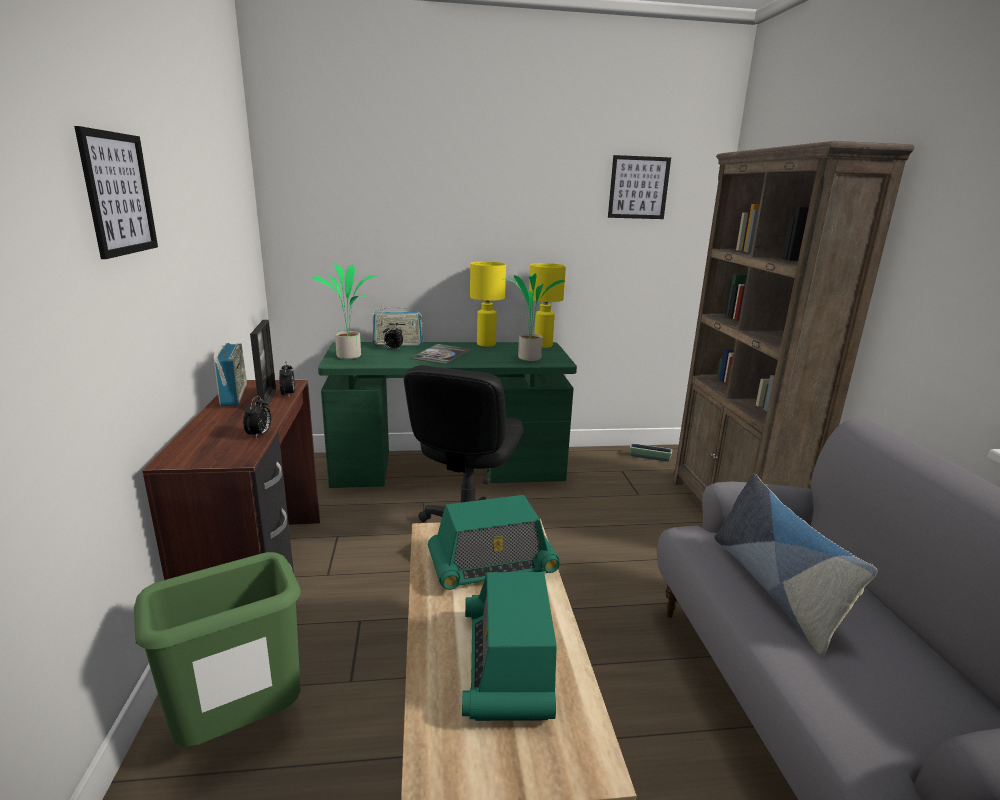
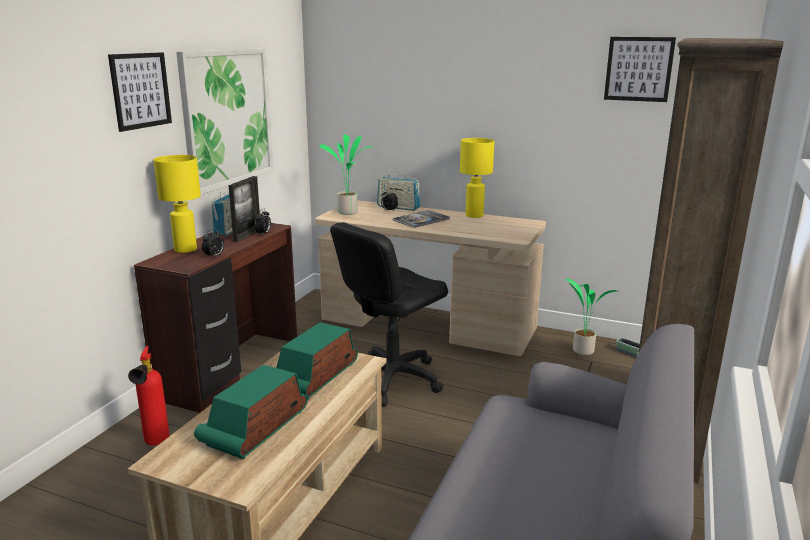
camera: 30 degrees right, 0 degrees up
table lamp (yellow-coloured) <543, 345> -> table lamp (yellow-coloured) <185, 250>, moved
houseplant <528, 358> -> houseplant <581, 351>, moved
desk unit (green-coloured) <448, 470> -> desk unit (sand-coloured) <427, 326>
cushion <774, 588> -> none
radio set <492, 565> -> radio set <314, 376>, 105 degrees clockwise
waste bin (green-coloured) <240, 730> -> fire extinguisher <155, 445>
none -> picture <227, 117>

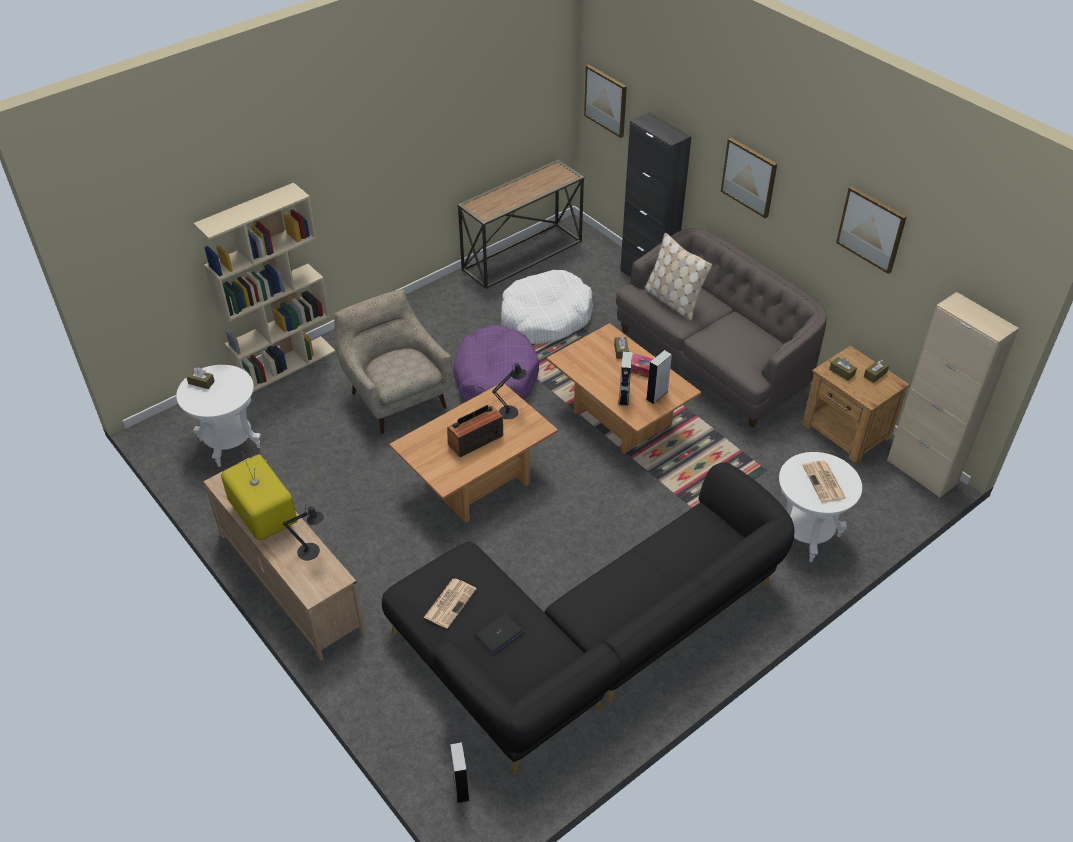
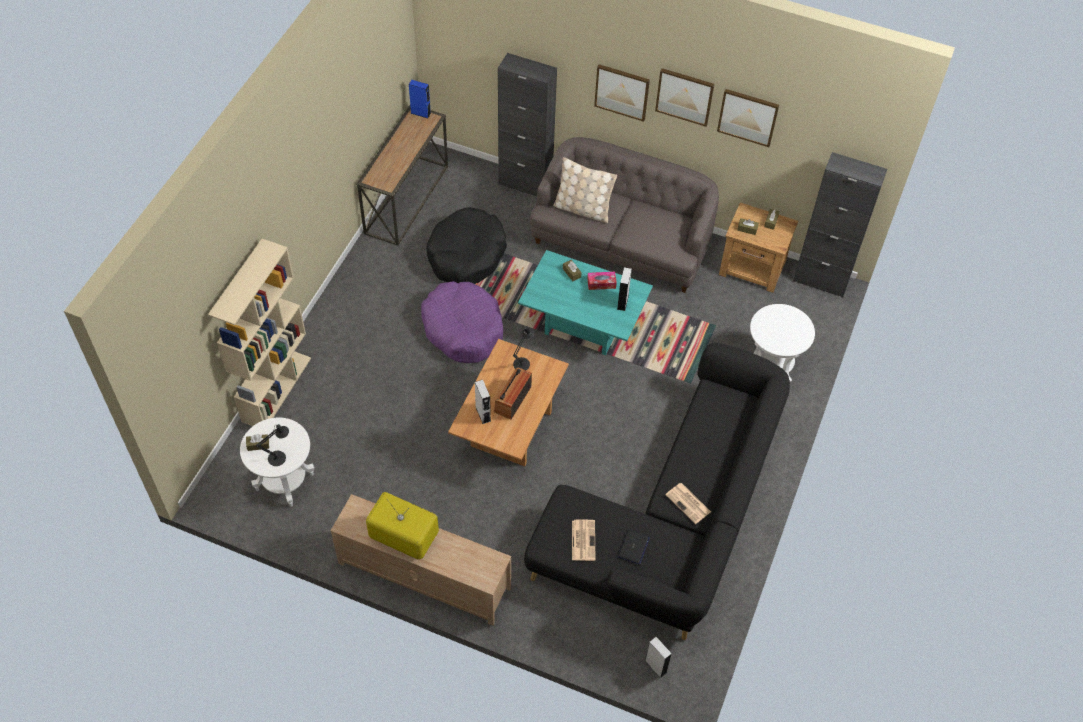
camera: 30 degrees left, 10 degrees up
picture <606, 100> -> picture <684, 96>, moved
pet bed (white) <545, 318> -> pet bed (black) <466, 255>
lounge chair (sand-coloured) <397, 397> -> none
storage cabinet (sand-coloured) <921, 472> -> storage cabinet (black) <820, 281>
lounge table (brown) <619, 418> -> lounge table (turquoise-coloured) <583, 325>
audio speaker (greyish) <624, 397> -> audio speaker (greyish) <483, 414>, moved
printed paper <824, 482> -> printed paper <688, 503>, moved
table lamp (black) <312, 551> -> table lamp (black) <279, 457>, moved
none -> audio speaker (blue-coloured) <420, 113>

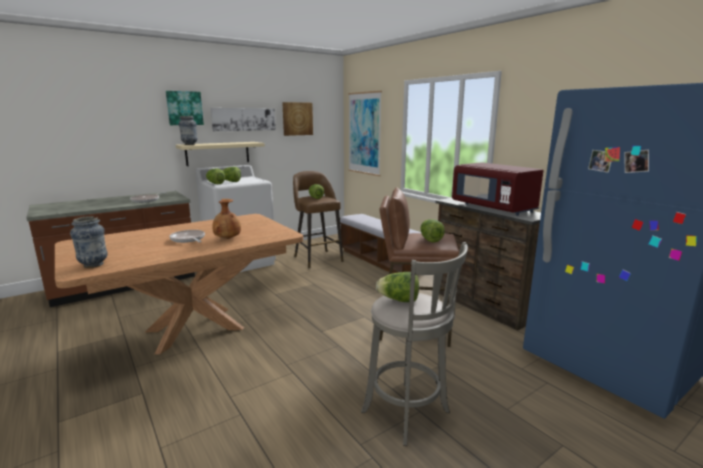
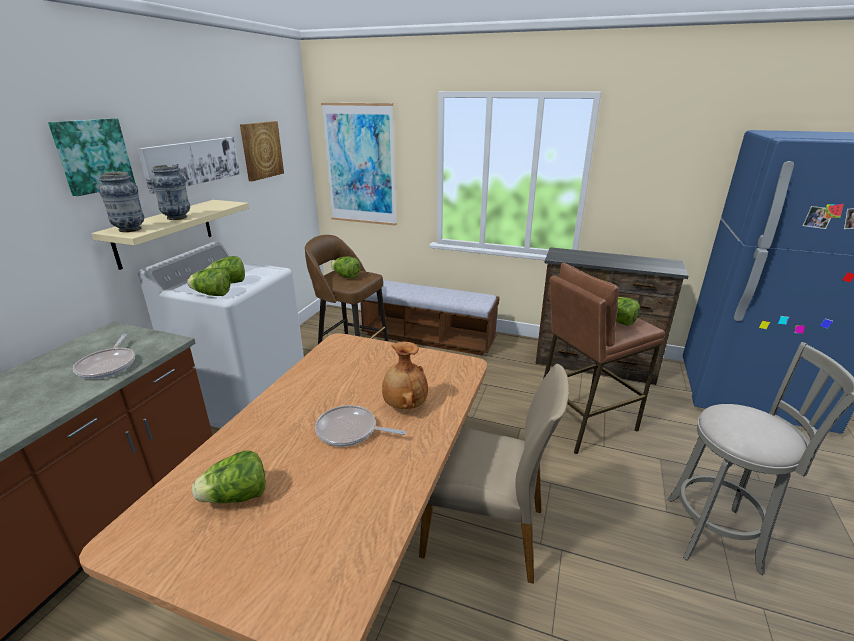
camera: 35 degrees left, 10 degrees up
microwave oven (red) <493, 208> -> none
vase <93, 265> -> vase <177, 217>, moved
lettuce <399, 300> -> lettuce <237, 497>, moved
none -> chair (sand-coloured) <485, 530>

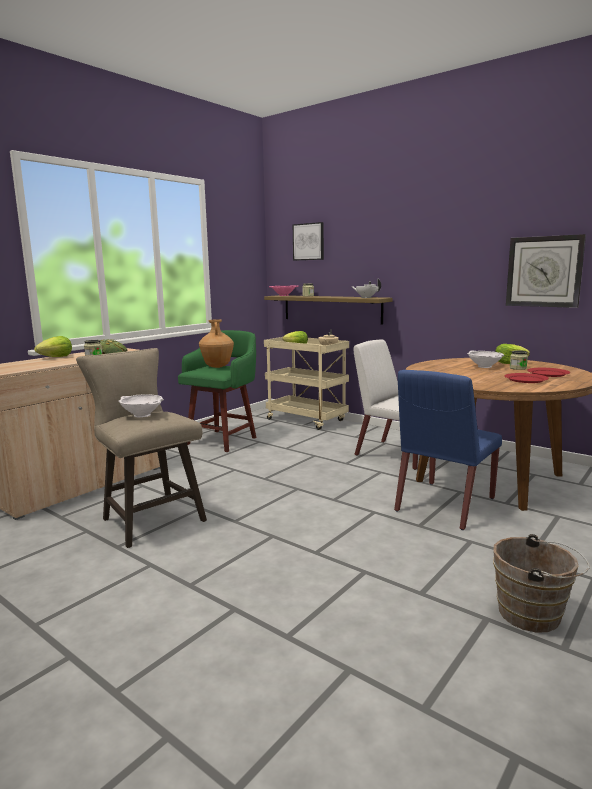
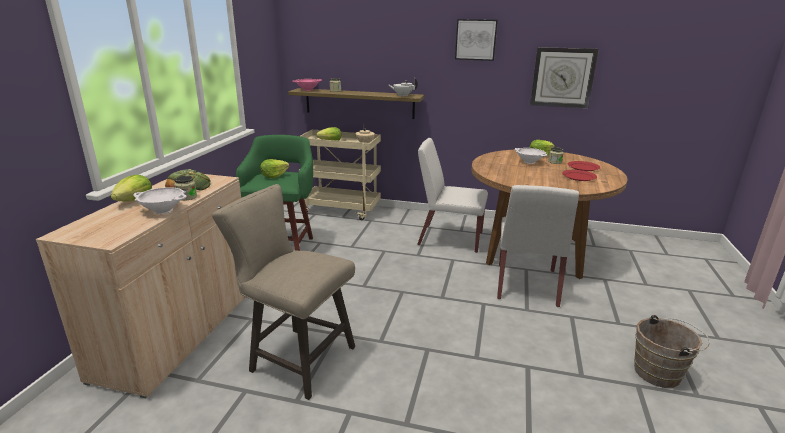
camera: 25 degrees left, 10 degrees up
picture <308, 241> -> picture <475, 39>, moved
vase (brown) <217, 366> -> lettuce <274, 176>
chair (blue-coloured) <444, 505> -> chair (white) <527, 285>
bowl (white) <142, 415> -> bowl (white) <163, 211>, moved

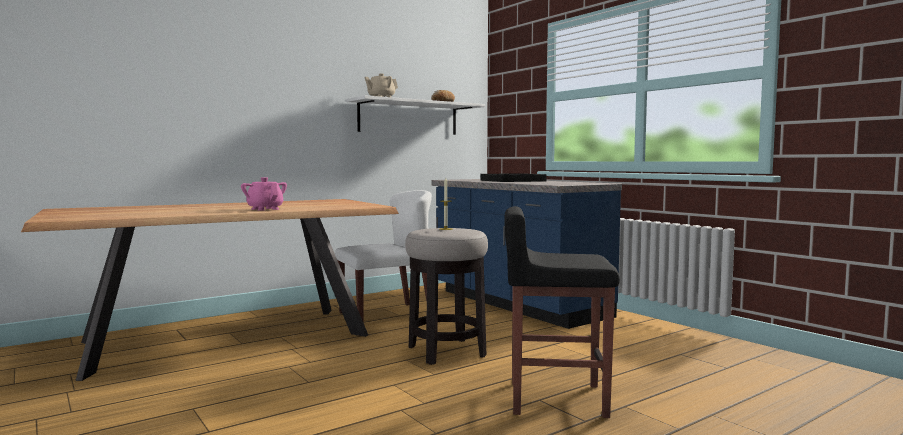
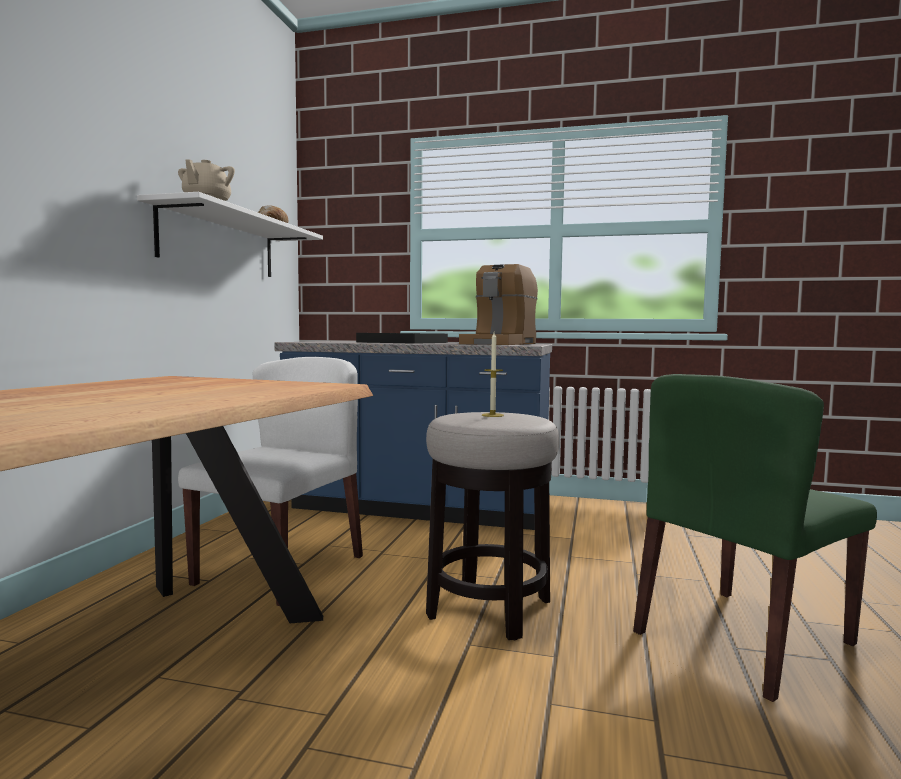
camera: 40 degrees left, 0 degrees up
teapot (pink-coloured) <265, 209> -> none
sitting stool (black) <555, 399> -> chair (green-coloured) <743, 638>
none -> coffee maker <500, 344>

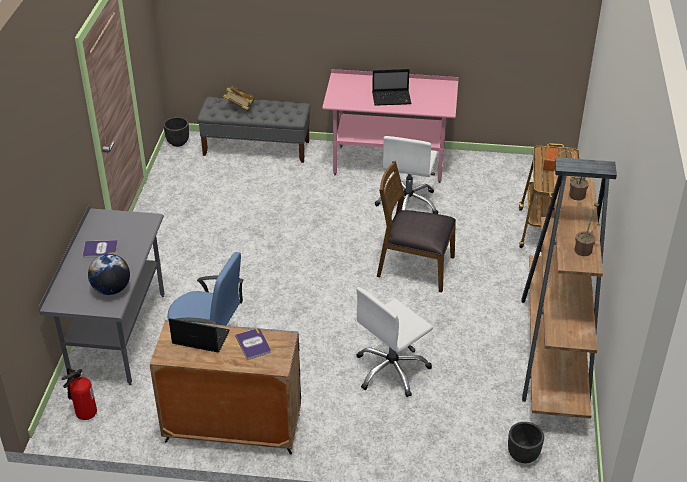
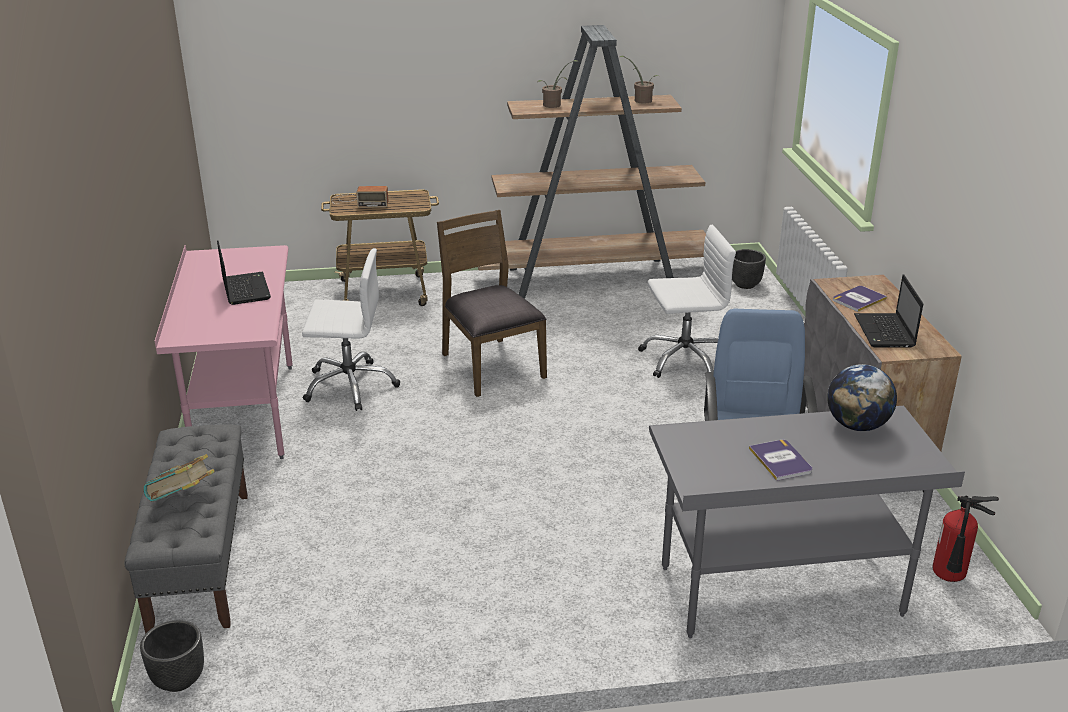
camera: 105 degrees left, 10 degrees down
chair (brown) <414, 267> -> chair (brown) <491, 366>, 150 degrees clockwise
office chair (white) <392, 370> -> office chair (white) <684, 359>, 45 degrees counterclockwise

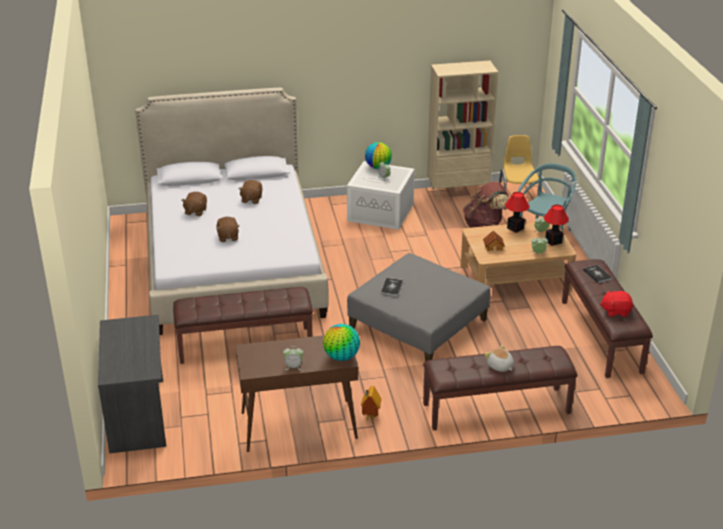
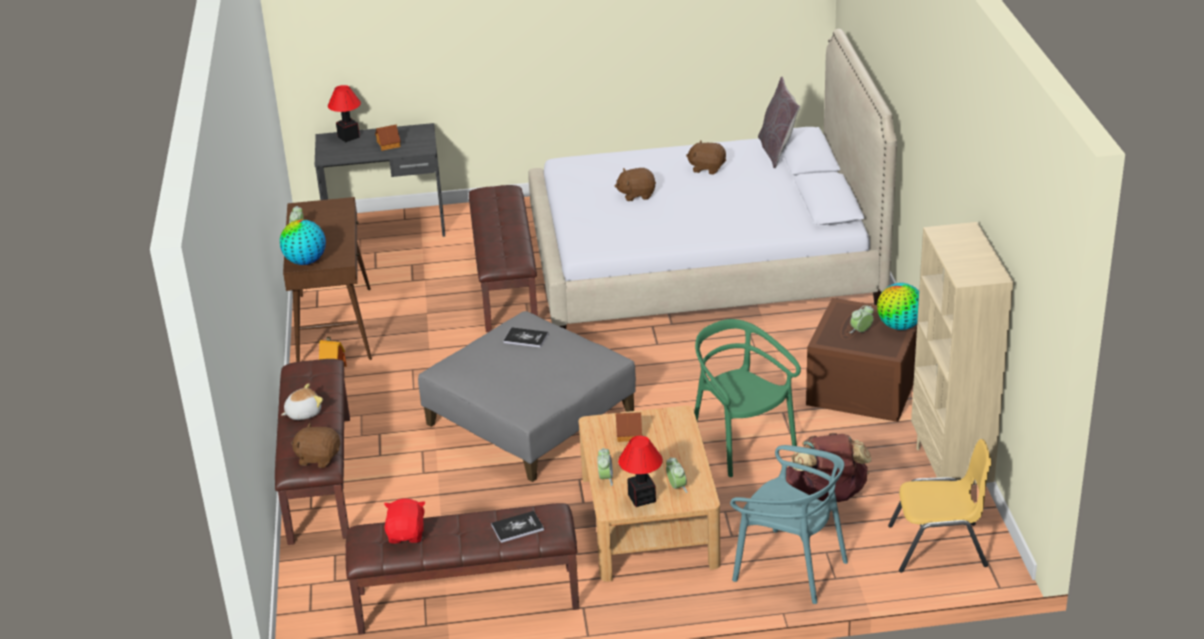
camera: 95 degrees right, 0 degrees up
storage bin (white) <381, 212> -> storage bin (brown) <864, 388>
soft toy (brown) <251, 199> -> soft toy (brown) <318, 458>, moved
table lamp <515, 228> -> table lamp <349, 137>, moved
none -> cushion (greyish) <778, 151>
none -> model house <389, 144>
none -> chair (green-coloured) <741, 443>

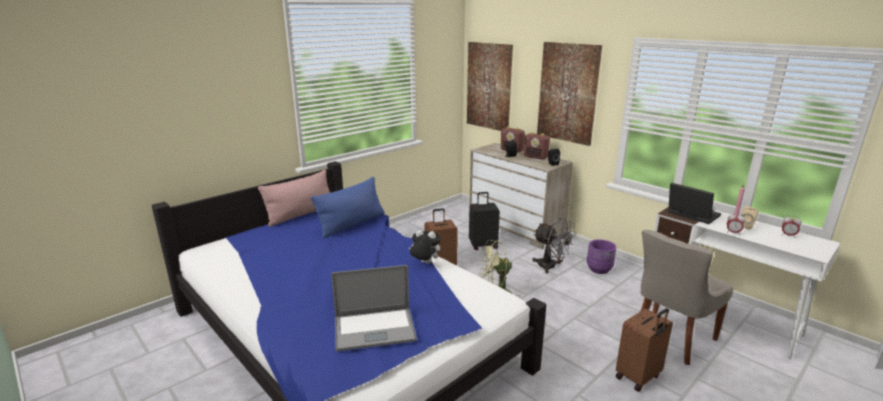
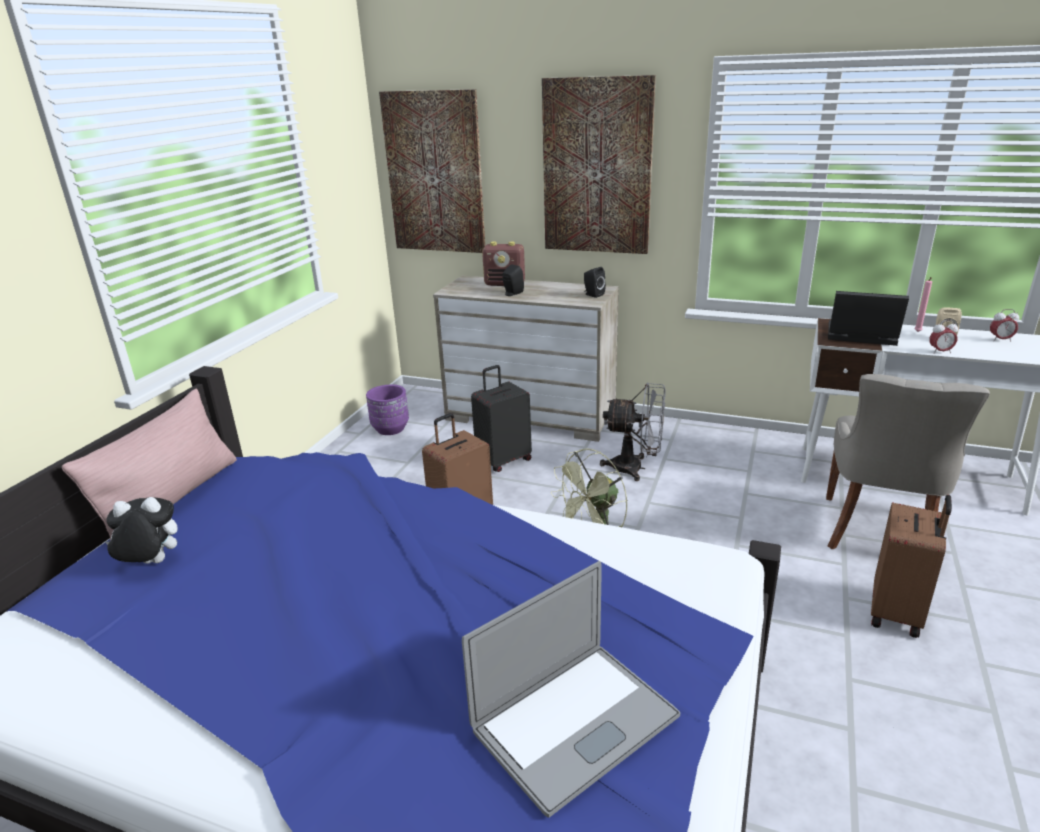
camera: 25 degrees left, 5 degrees up
radio set <536, 157> -> none
cushion (blue-coloured) <352, 224> -> none
soft toy <424, 263> -> soft toy <151, 564>, moved
planter (purplish) <599, 269> -> planter (purplish) <390, 429>, moved

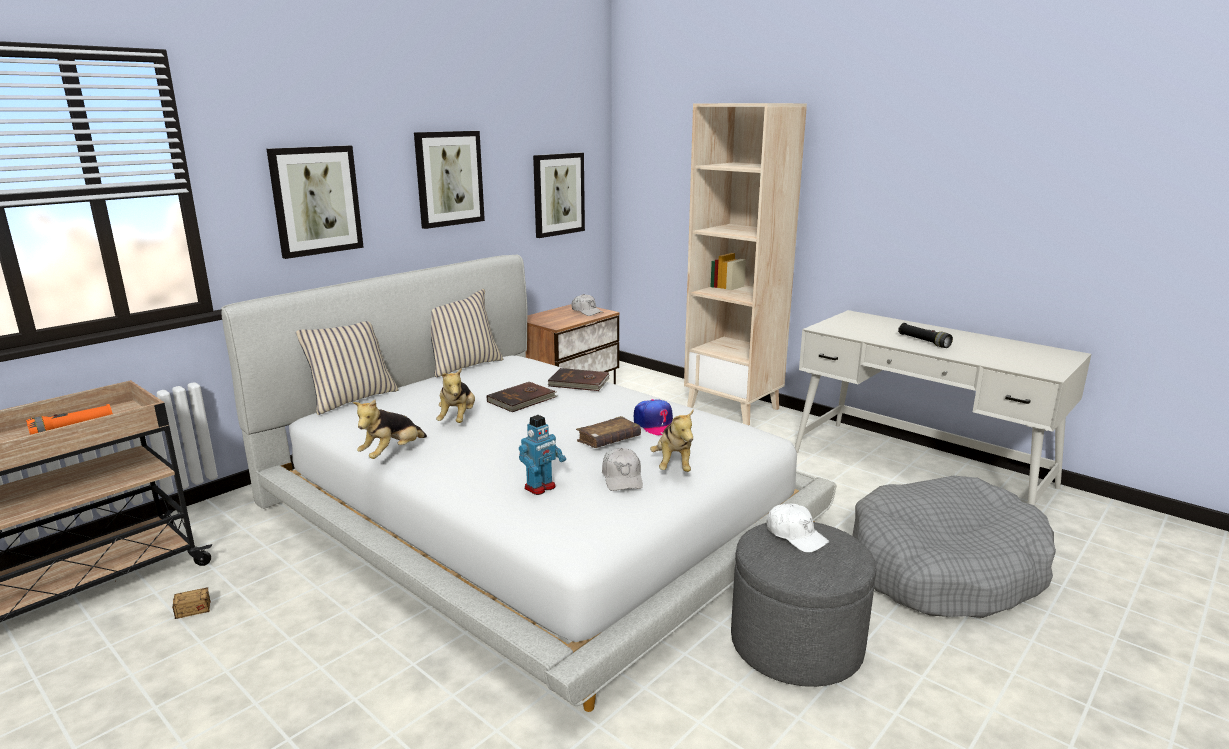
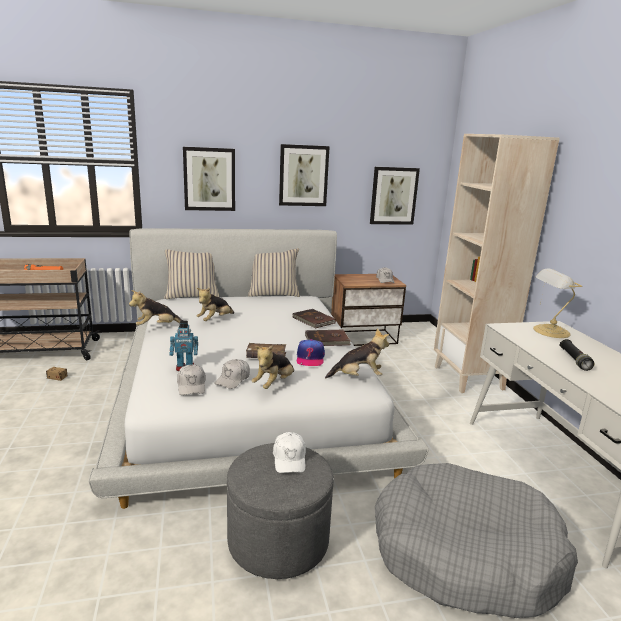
camera: 35 degrees right, 0 degrees up
book (brown) <522, 400> -> book (brown) <327, 340>, moved
none -> table lamp <549, 331>
none -> soft toy <358, 377>
none -> cap (white) <192, 386>

